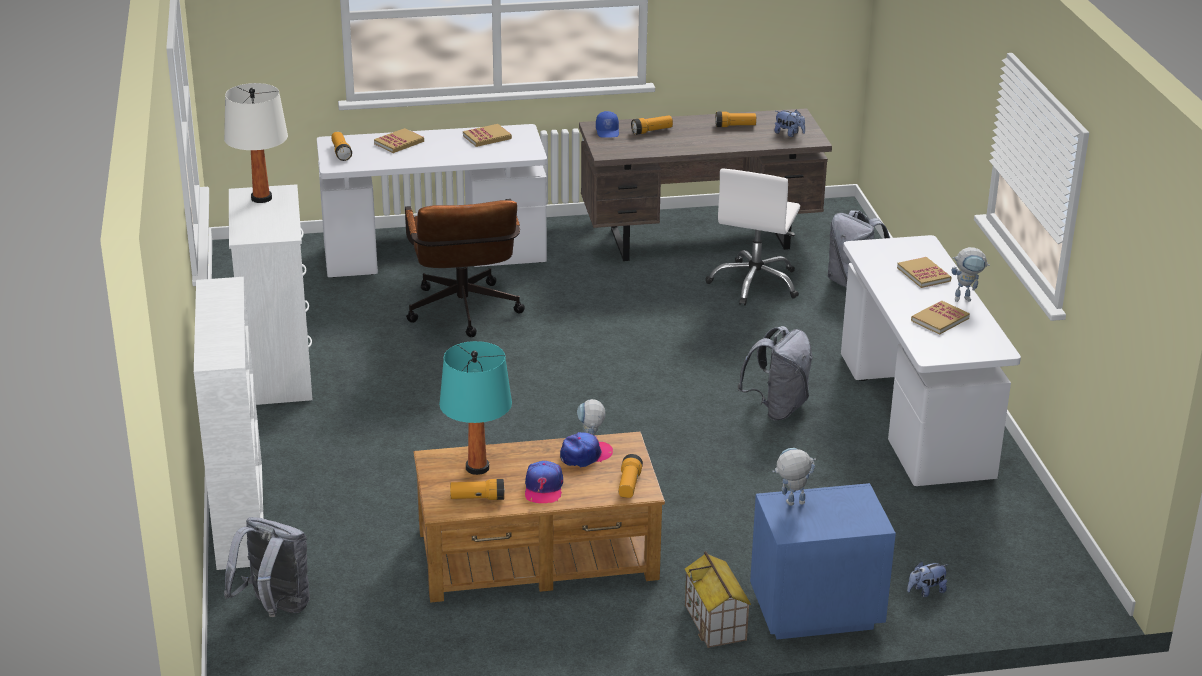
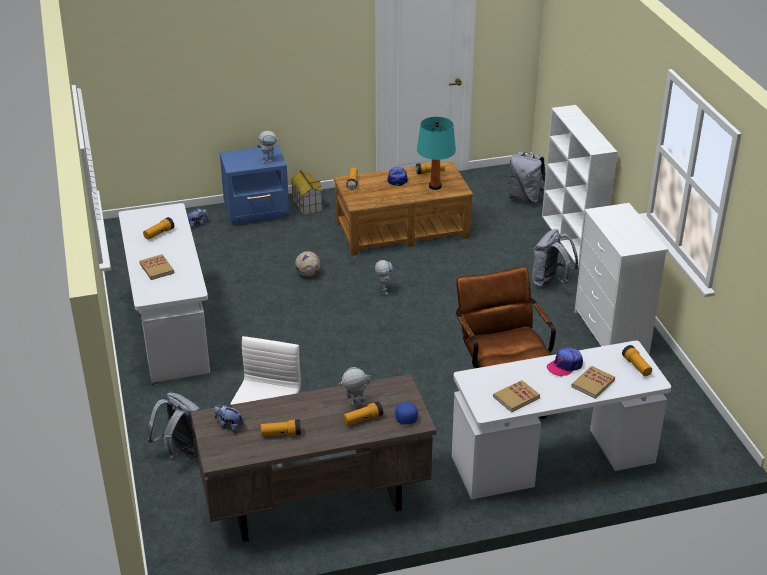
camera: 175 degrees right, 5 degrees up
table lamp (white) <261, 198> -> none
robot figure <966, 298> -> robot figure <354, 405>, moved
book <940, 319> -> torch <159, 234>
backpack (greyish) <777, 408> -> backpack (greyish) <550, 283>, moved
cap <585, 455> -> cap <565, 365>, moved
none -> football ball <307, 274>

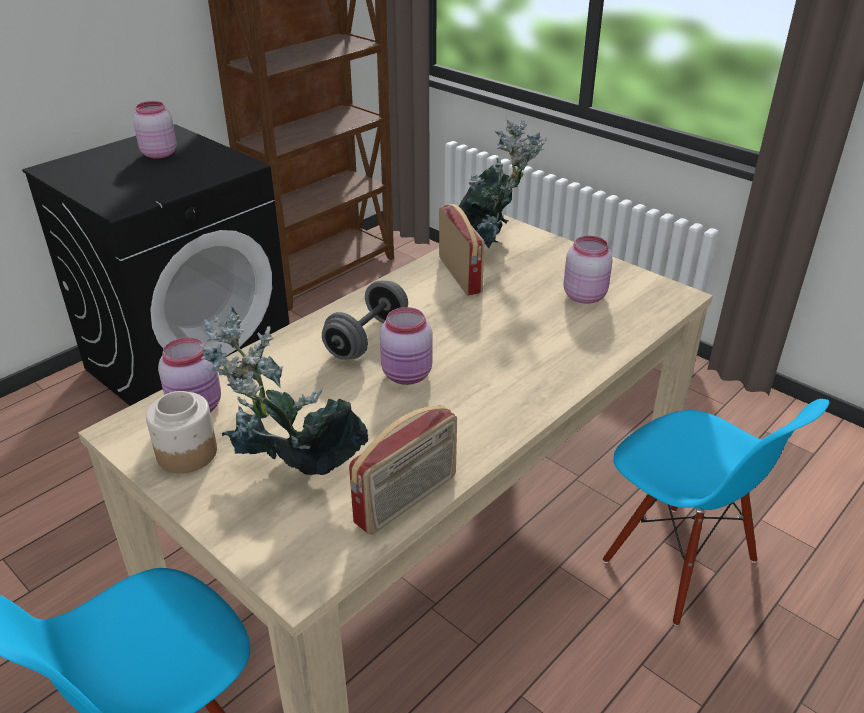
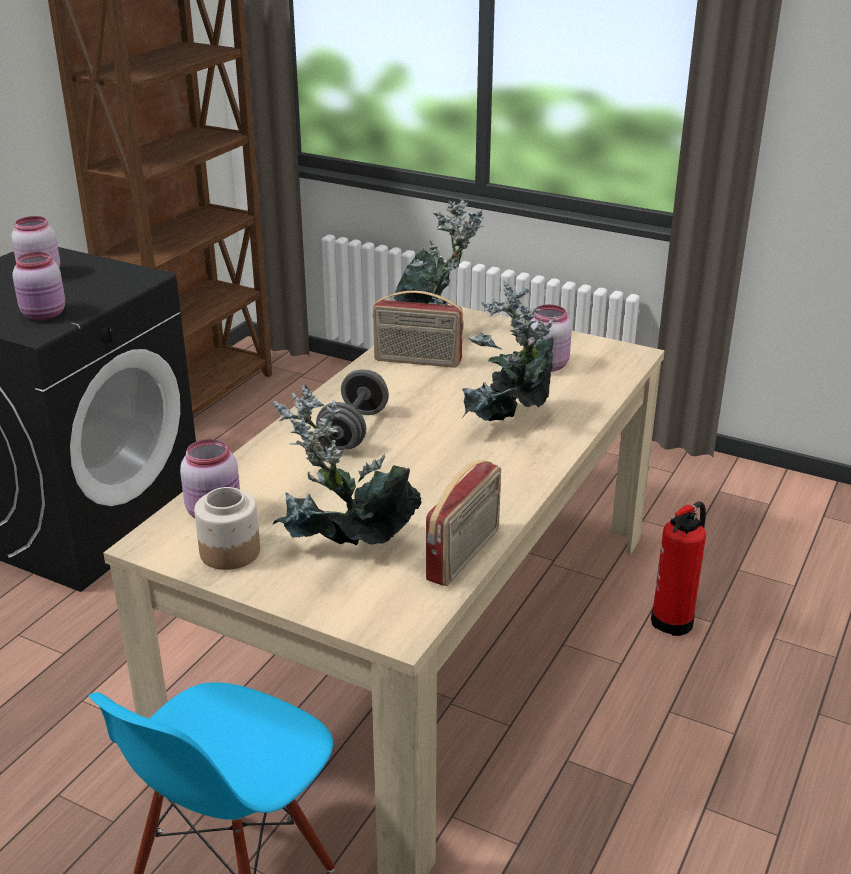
camera: 15 degrees left, 5 degrees down
radio set <461, 275> -> radio set <417, 361>, 135 degrees clockwise
jar (pink-coloured) <408, 375> -> jar (pink-coloured) <45, 315>, moved
chair (blue-coloured) <678, 562> -> fire extinguisher <674, 620>
none -> houseplant <510, 425>

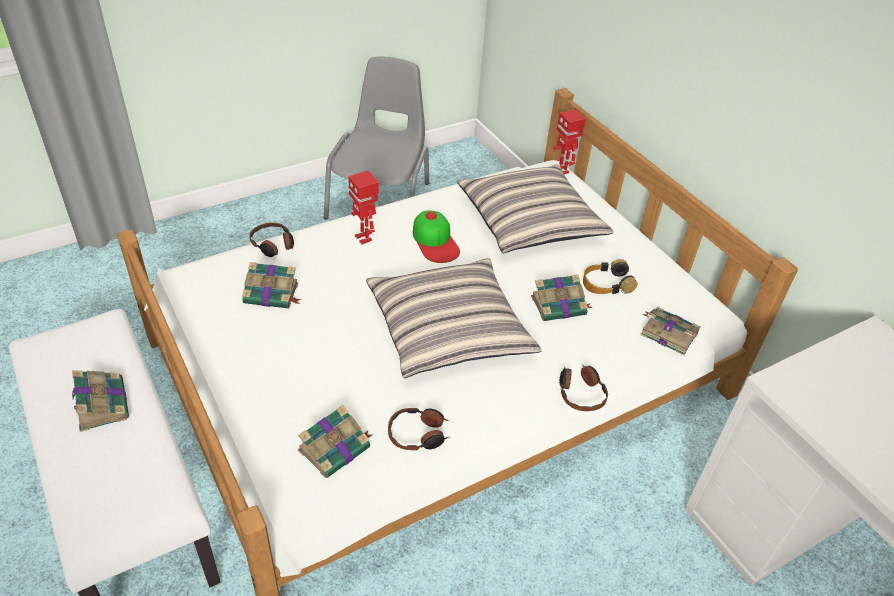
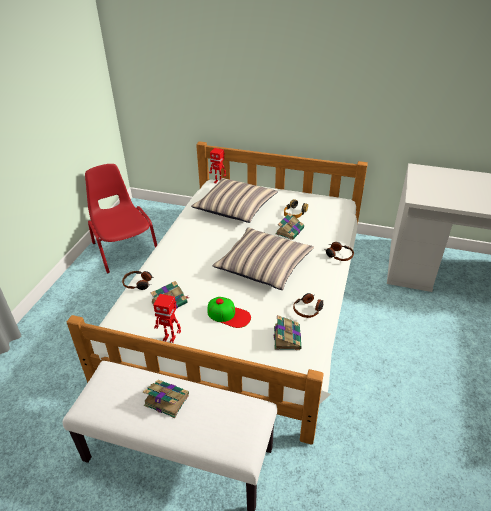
camera: 40 degrees left, 5 degrees down
chair (greyish) <380, 200> -> chair (red) <124, 249>
robot figure <364, 238> -> robot figure <169, 338>, moved
cap <435, 241> -> cap <229, 315>, moved
book <668, 333> -> none

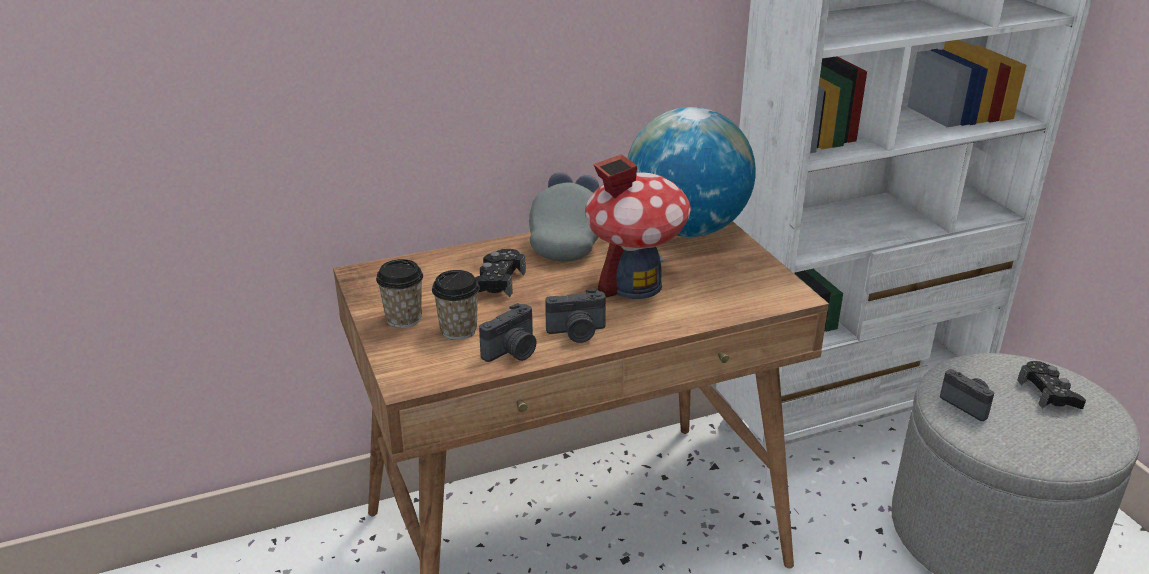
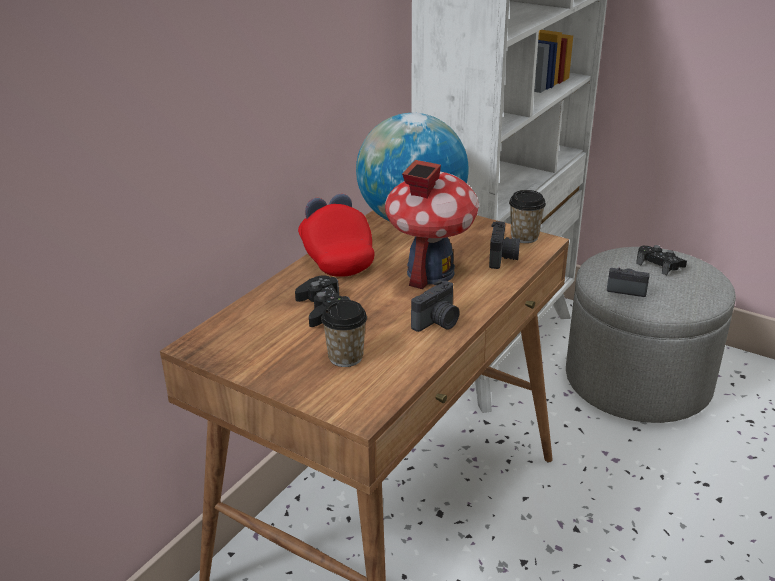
camera: 35 degrees left, 0 degrees up
cap (greyish) <568, 240> -> cap (red) <336, 257>
small cup <404, 318> -> small cup <524, 237>, moved
photo camera <513, 352> -> photo camera <503, 258>, moved

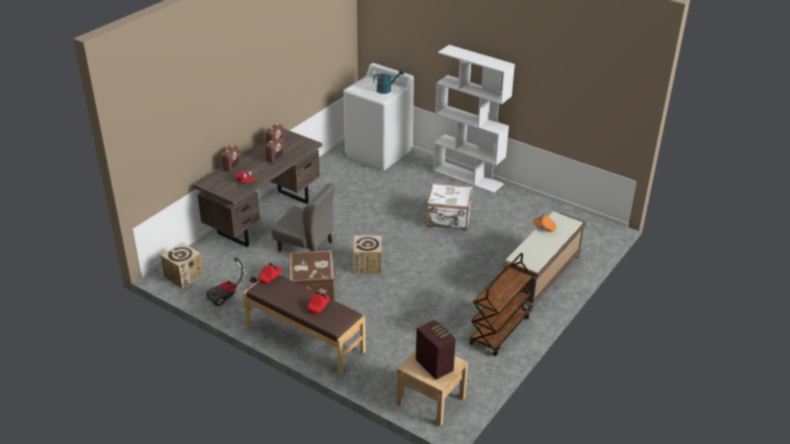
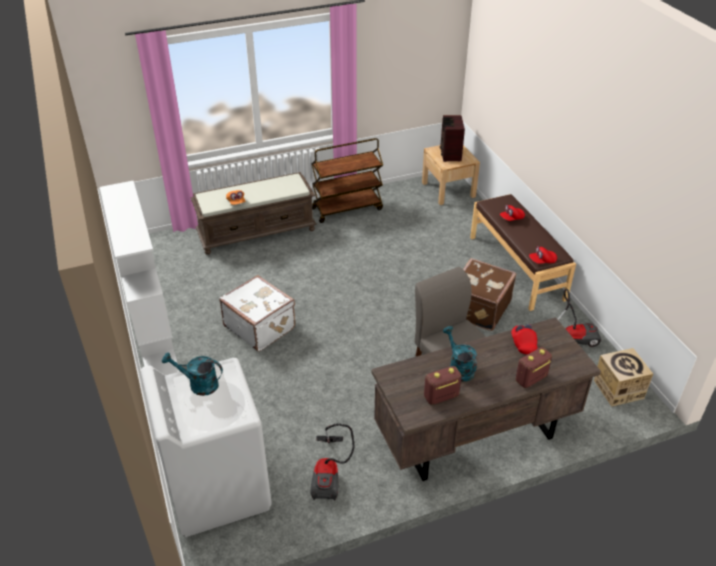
camera: 145 degrees left, 5 degrees up
radio set <275, 158> -> watering can (turquoise-coloured) <458, 368>
packing box <367, 265> -> none
none -> vacuum <329, 474>

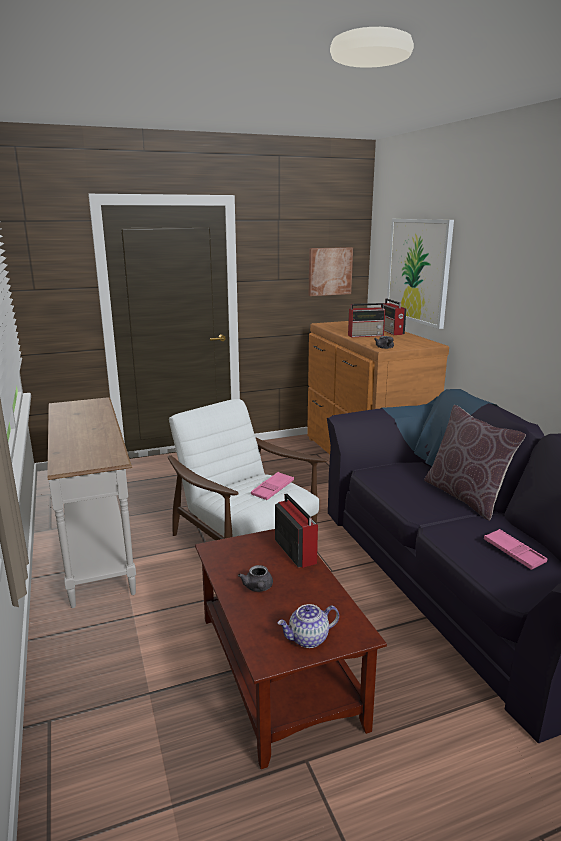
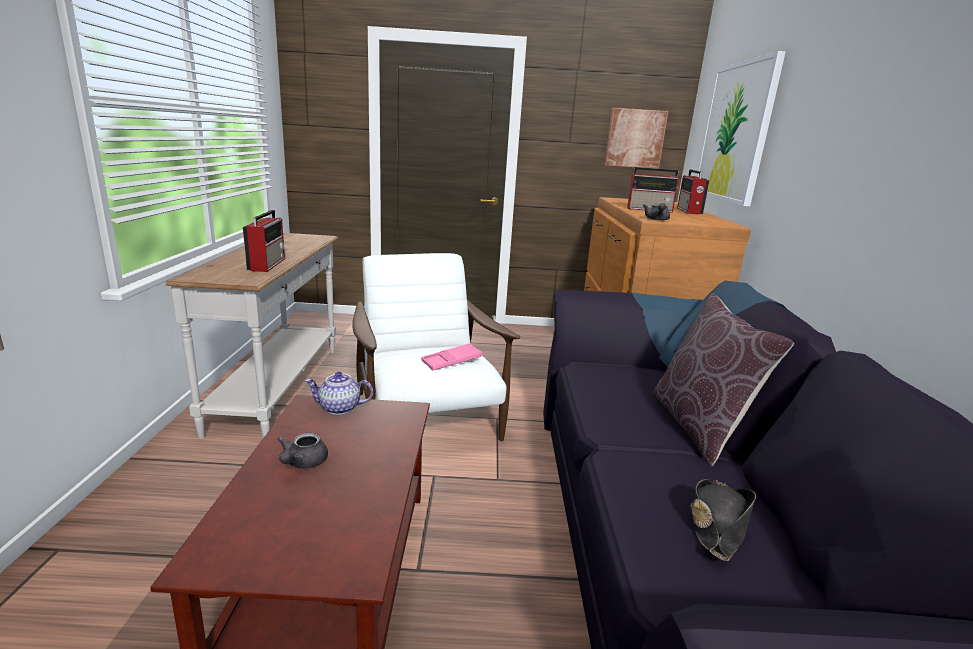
camera: 20 degrees right, 0 degrees up
radio set <295, 550> -> radio set <268, 264>, moved
tray (pink-coloured) <513, 553> -> hat (black) <717, 524>
teapot <308, 639> -> teapot <339, 408>, moved

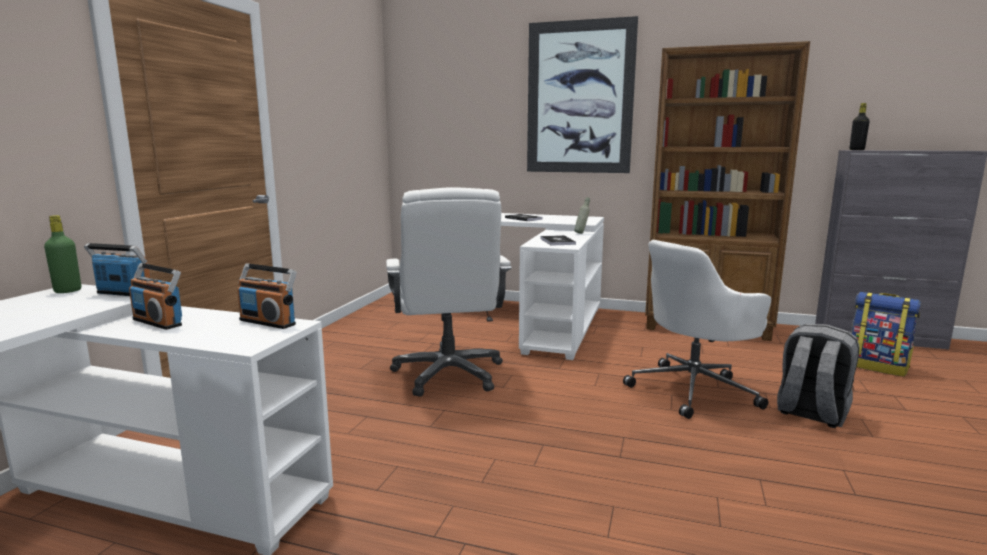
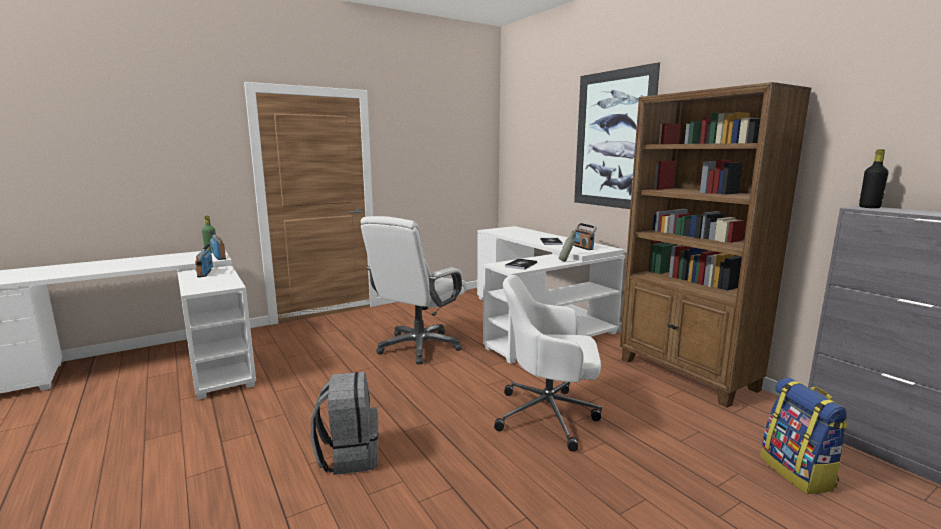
camera: 40 degrees right, 0 degrees up
radio set <268, 322> -> radio set <583, 247>, moved
backpack (greyish) <811, 413> -> backpack (greyish) <349, 456>, moved

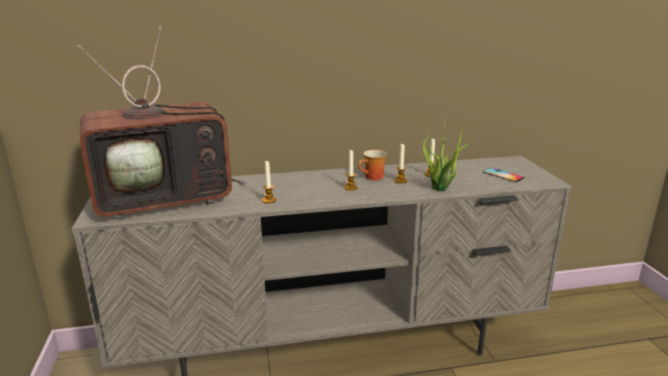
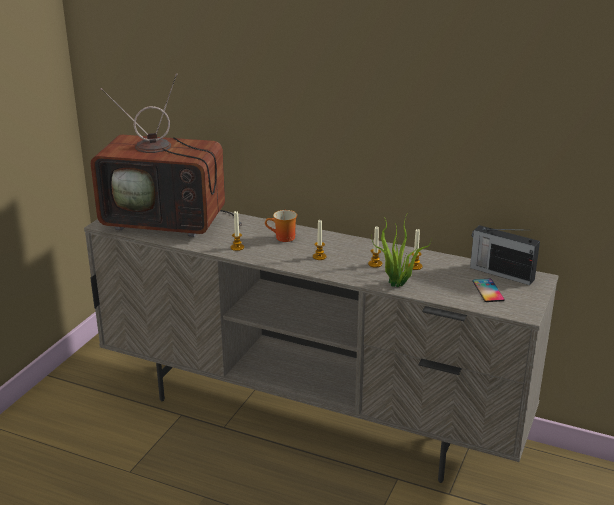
camera: 35 degrees right, 5 degrees up
mug <373, 177> -> mug <283, 238>, moved
none -> radio set <500, 273>

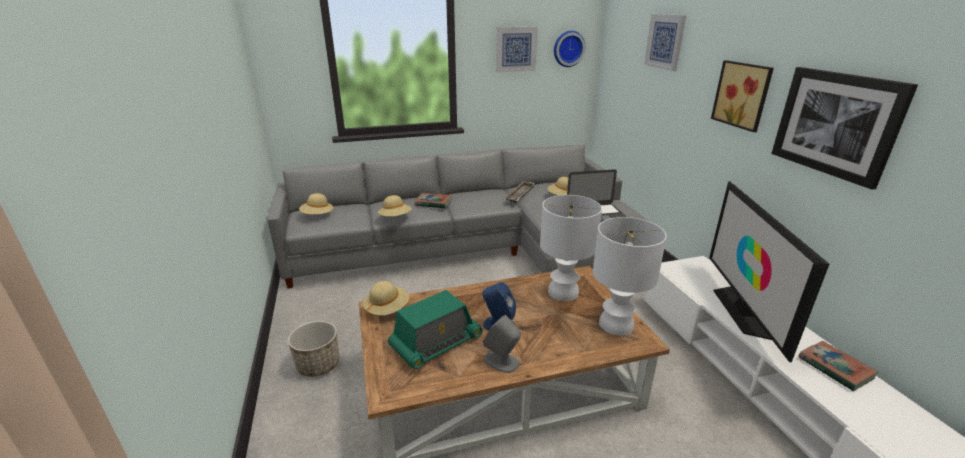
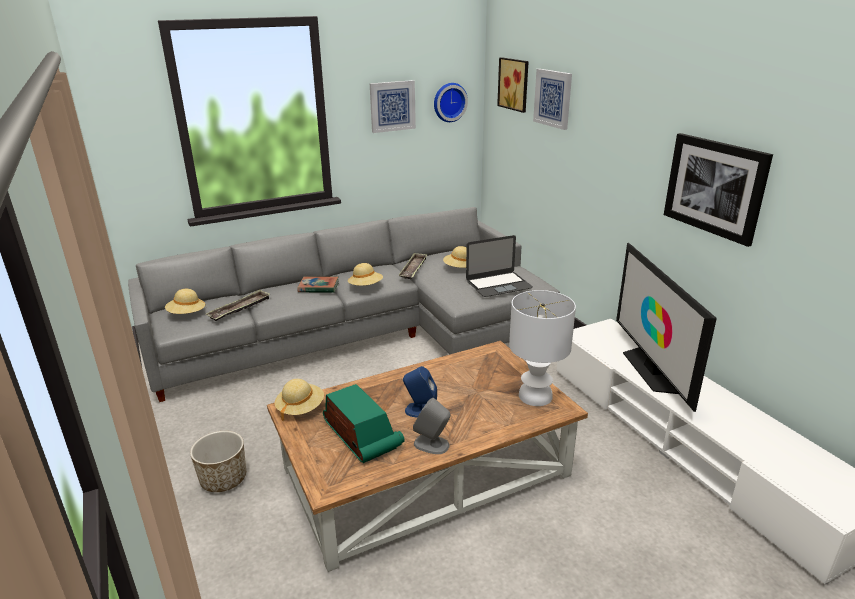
camera: 10 degrees left, 0 degrees up
picture <743, 95> -> picture <515, 84>, moved
hat (sand-coloured) <395, 217> -> hat (sand-coloured) <366, 286>, moved
table lamp (white) <564, 292> -> none
radio set <436, 343> -> radio set <362, 435>, 75 degrees counterclockwise
book <835, 368> -> none
none -> tray <239, 309>

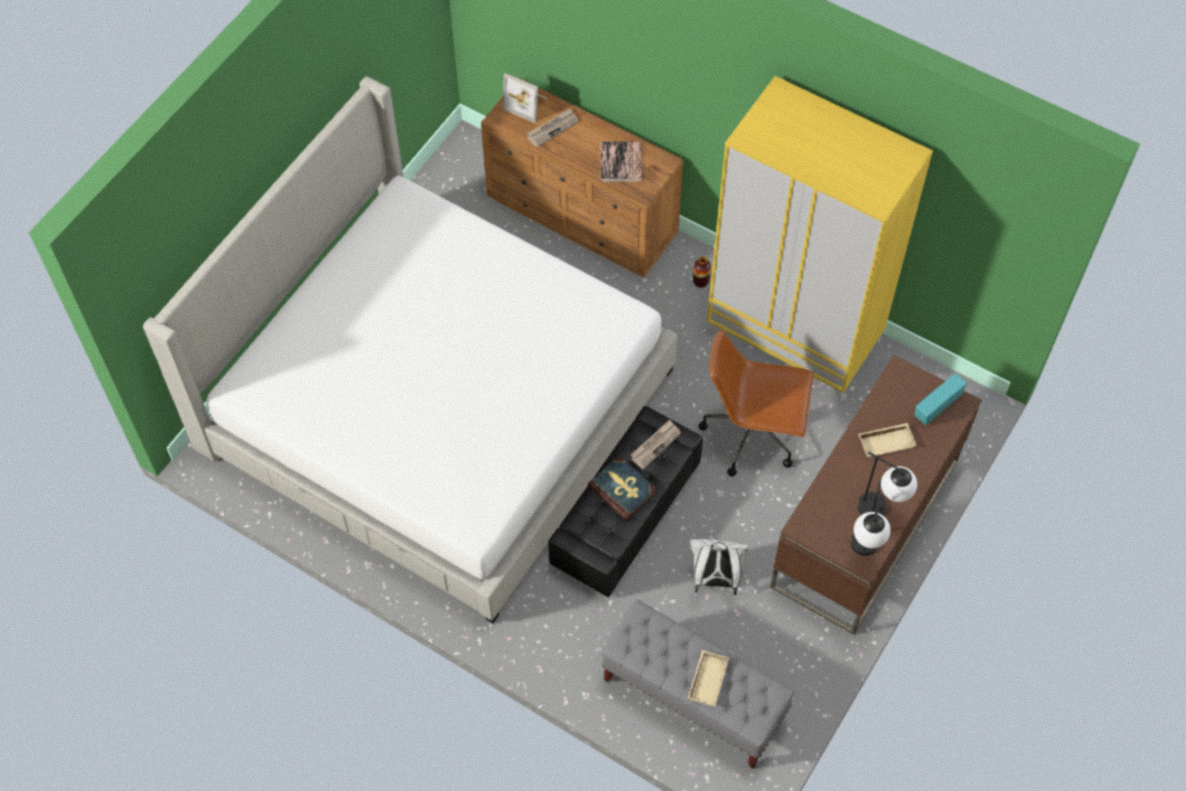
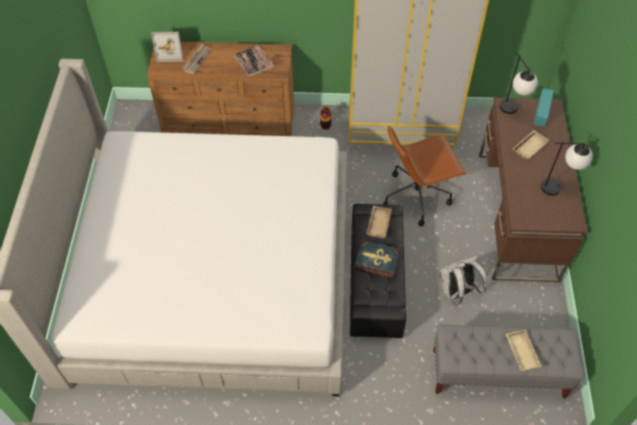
camera: 30 degrees left, 5 degrees down
printed paper <655, 445> -> tray (sand-coloured) <377, 223>
table lamp <863, 553> -> table lamp <512, 112>, moved

